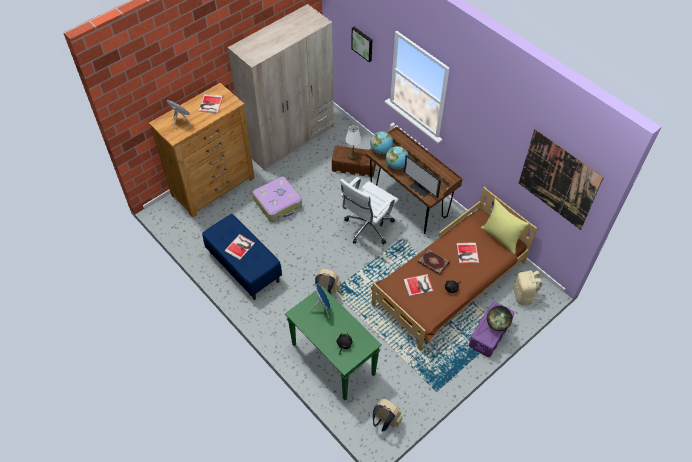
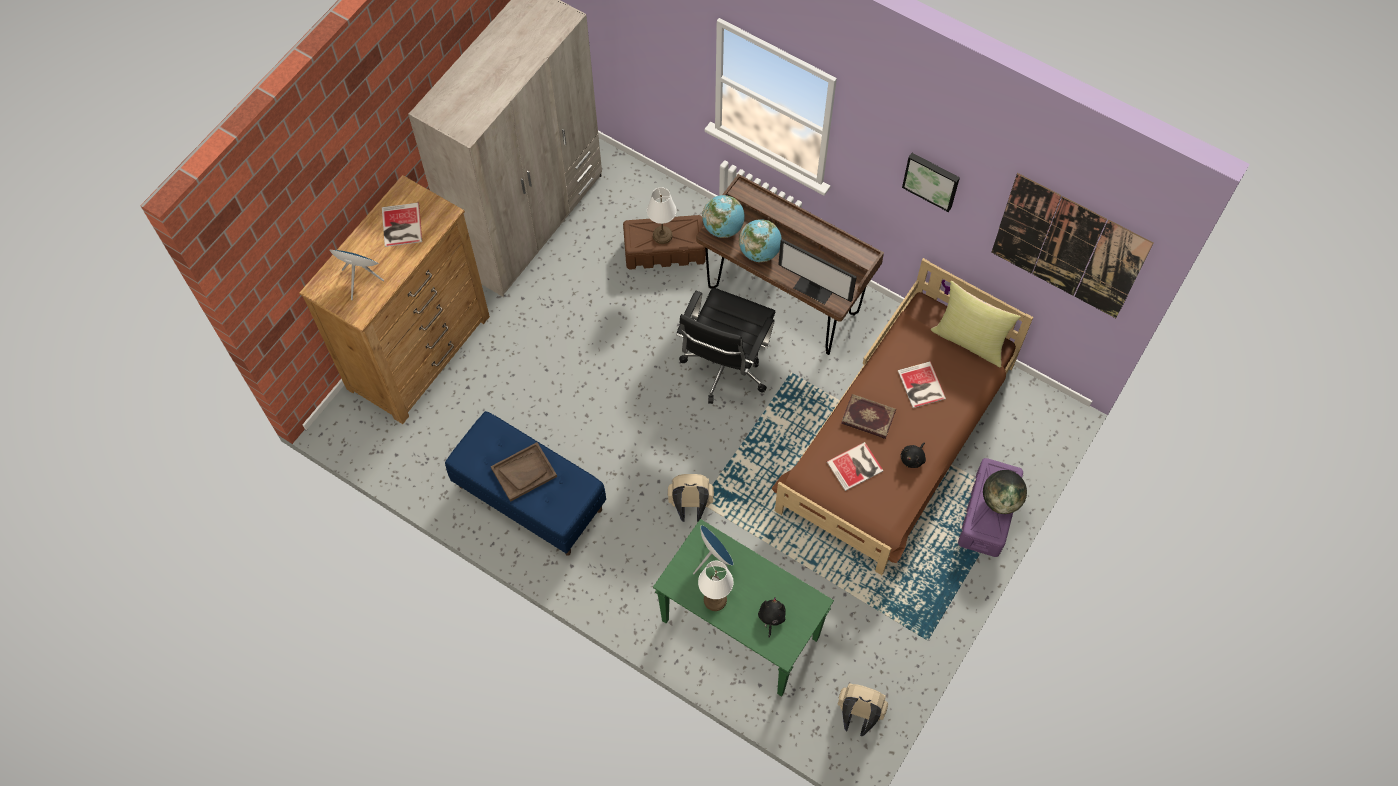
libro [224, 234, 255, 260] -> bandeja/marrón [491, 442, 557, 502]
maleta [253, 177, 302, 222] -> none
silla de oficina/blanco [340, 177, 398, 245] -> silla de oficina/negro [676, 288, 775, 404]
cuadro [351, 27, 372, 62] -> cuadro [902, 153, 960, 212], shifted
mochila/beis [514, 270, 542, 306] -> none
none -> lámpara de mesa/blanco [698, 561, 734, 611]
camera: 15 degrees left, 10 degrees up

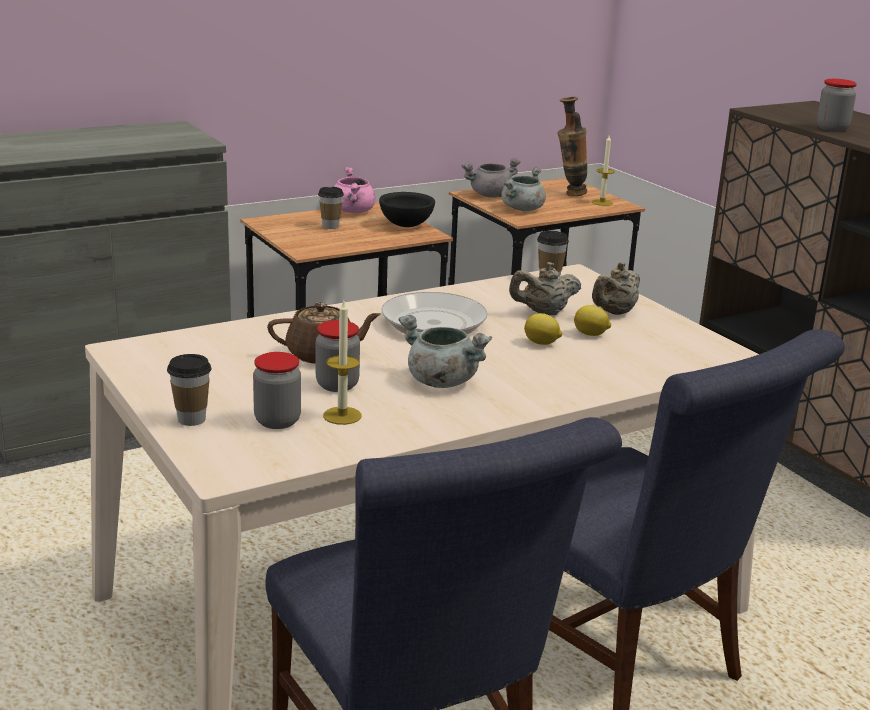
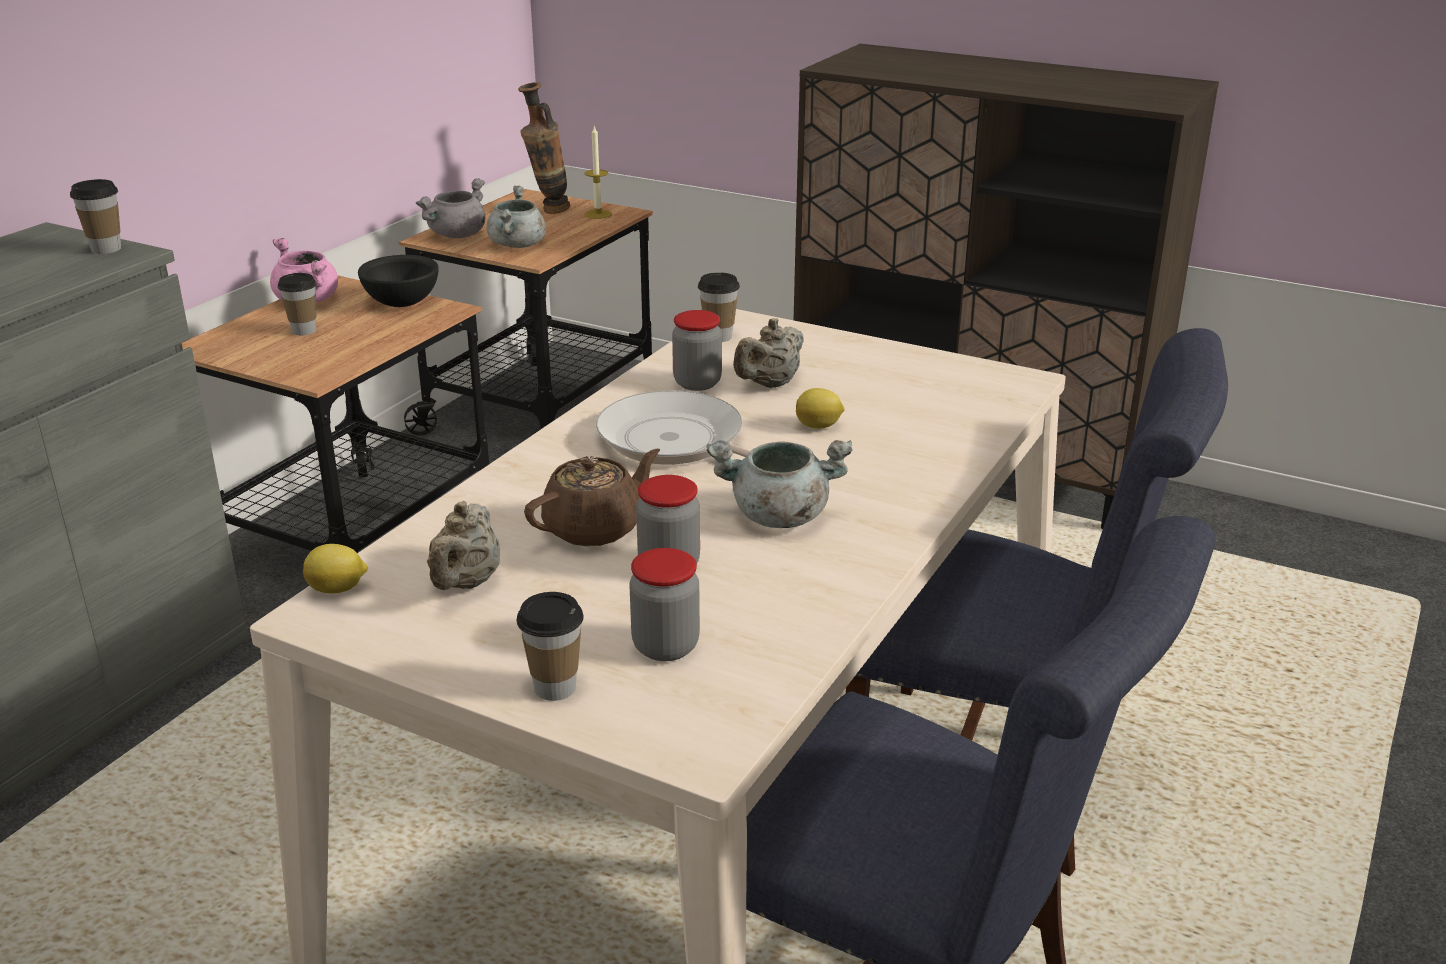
vela [323, 301, 362, 425] -> none
limón [574, 305, 611, 336] -> limón [303, 544, 368, 594], shifted
tetera/beis [592, 262, 640, 315] -> tetera/beis [427, 501, 500, 590], shifted
tarro [817, 79, 857, 131] -> tarro [672, 310, 722, 391], shifted
none -> taza [70, 179, 121, 254]
camera: 30 degrees left, 5 degrees up

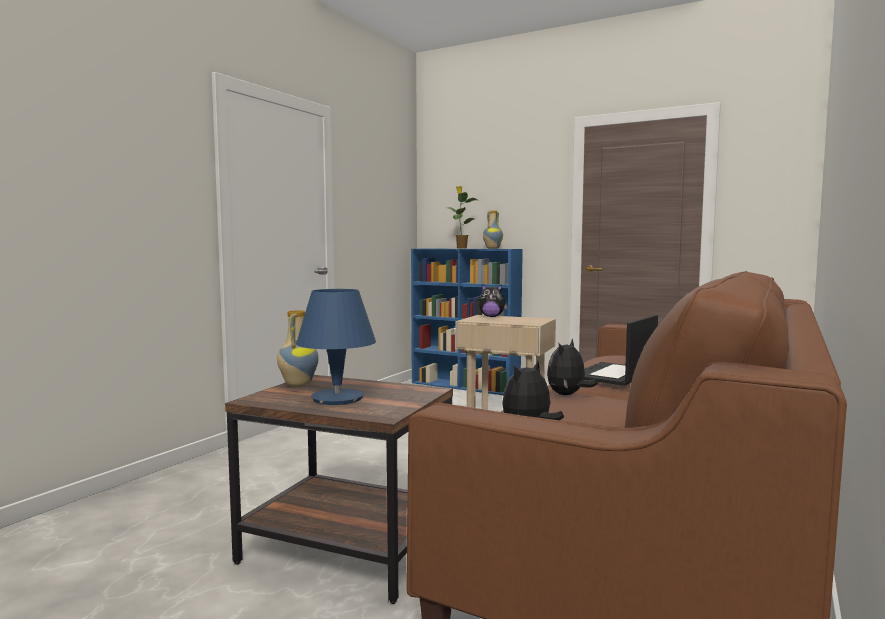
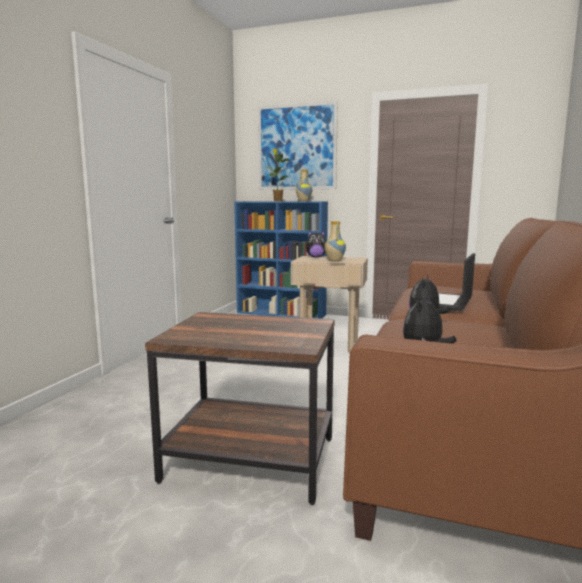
florero [277, 310, 319, 386] -> florero [324, 221, 346, 262], shifted
lámpara de mesa/azul [296, 289, 376, 405] -> none
none -> cuadro [258, 101, 338, 190]
camera: 10 degrees left, 5 degrees up

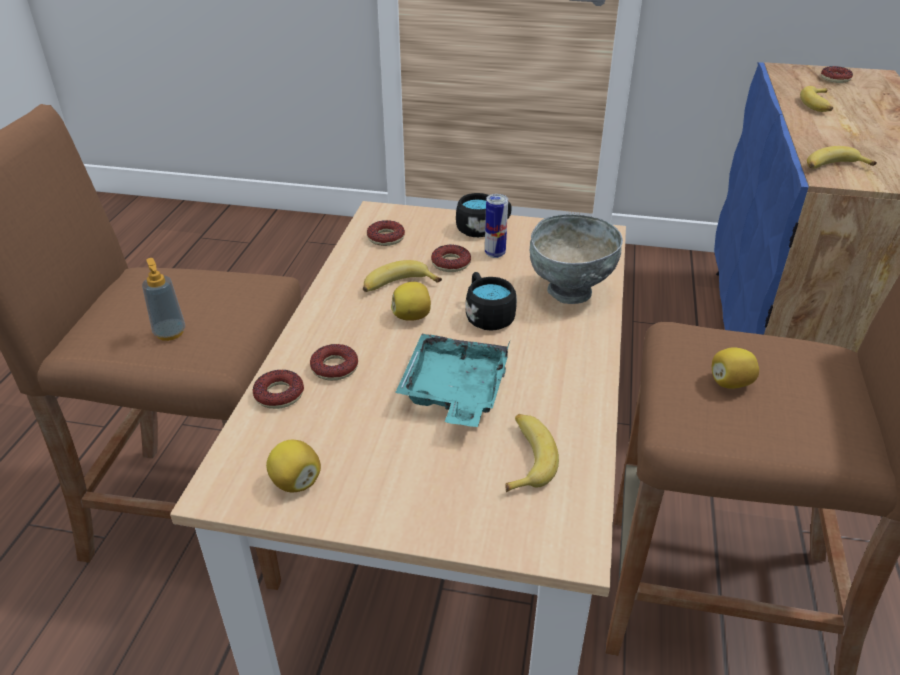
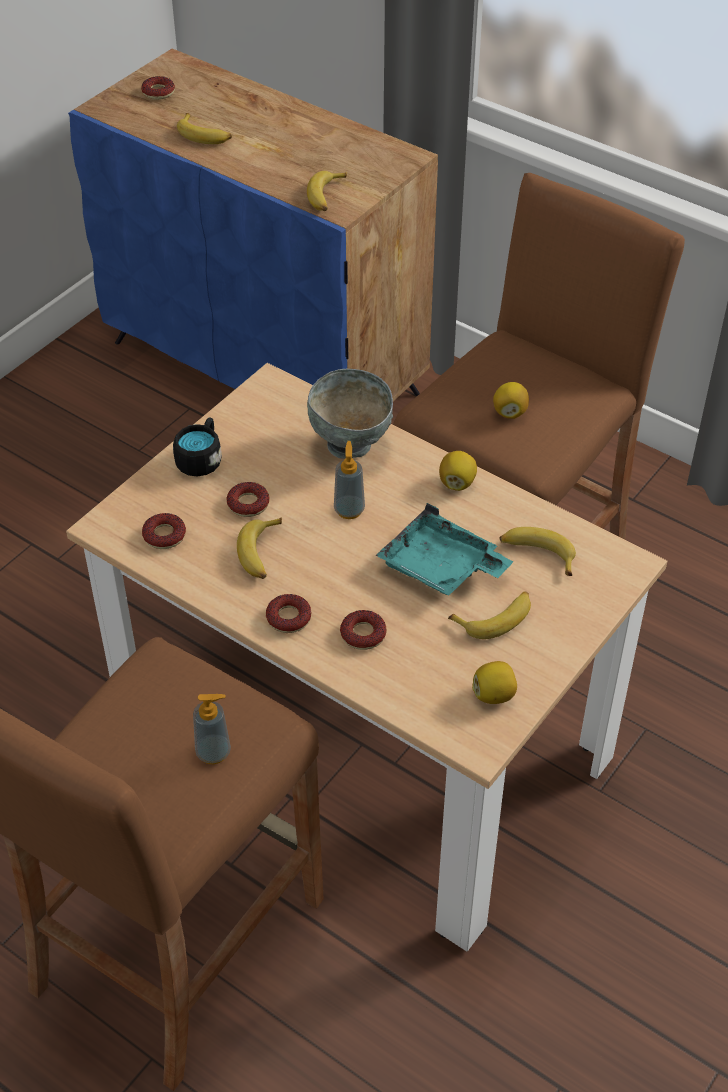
rosquilla [253, 370, 304, 409] -> rosquilla [266, 594, 311, 633], shifted
limón [391, 282, 431, 321] -> limón [439, 451, 477, 491], shifted
taza grande/negro [465, 272, 517, 331] -> dispensador de jabón [334, 441, 365, 519]
lata [485, 194, 508, 258] -> none
none -> plátano [448, 592, 531, 639]
camera: 65 degrees left, 10 degrees up

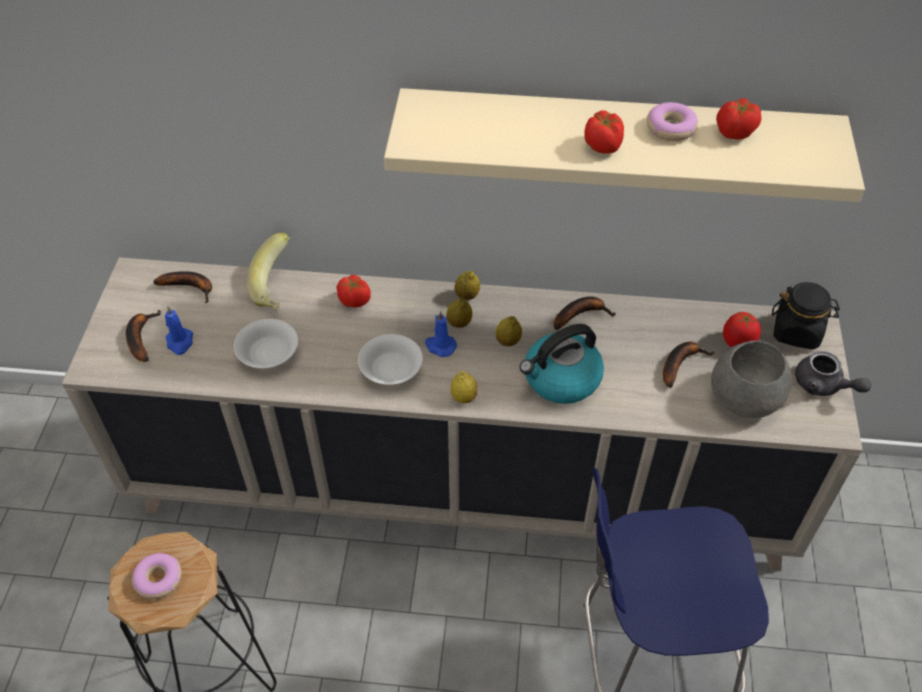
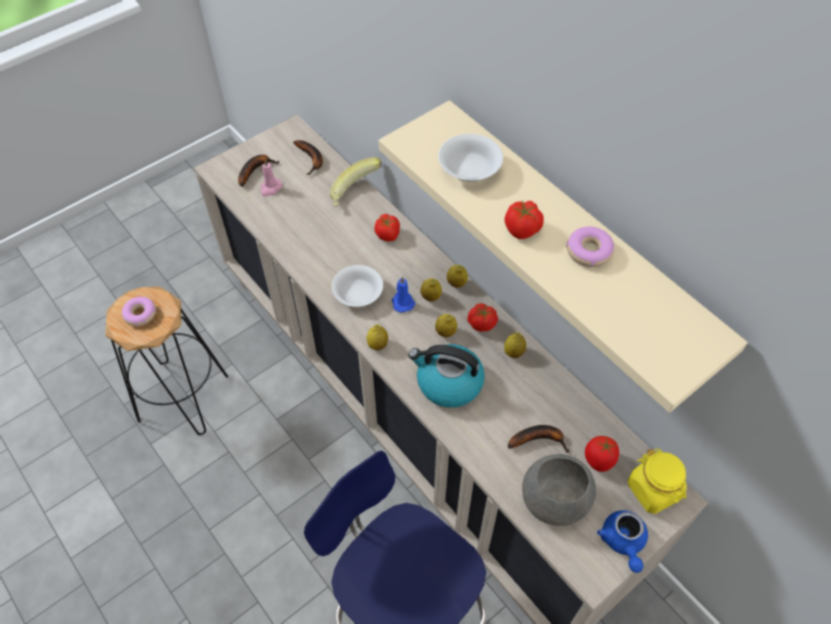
vela/azul [165, 306, 193, 355] -> vela/rosa [260, 159, 283, 196]
cuenco/blanco [234, 319, 298, 368] -> cuenco/blanco [438, 134, 503, 182], shifted
plátano [554, 296, 616, 330] -> limón [504, 332, 526, 358]
tomate [716, 98, 761, 140] -> tomate [468, 303, 498, 332], shifted
tarro/negro [772, 282, 840, 350] -> tarro/amarillo [628, 448, 687, 514]
tetera/gris [795, 351, 871, 396] -> tetera/azul [597, 510, 648, 573]
camera: 45 degrees right, 5 degrees up

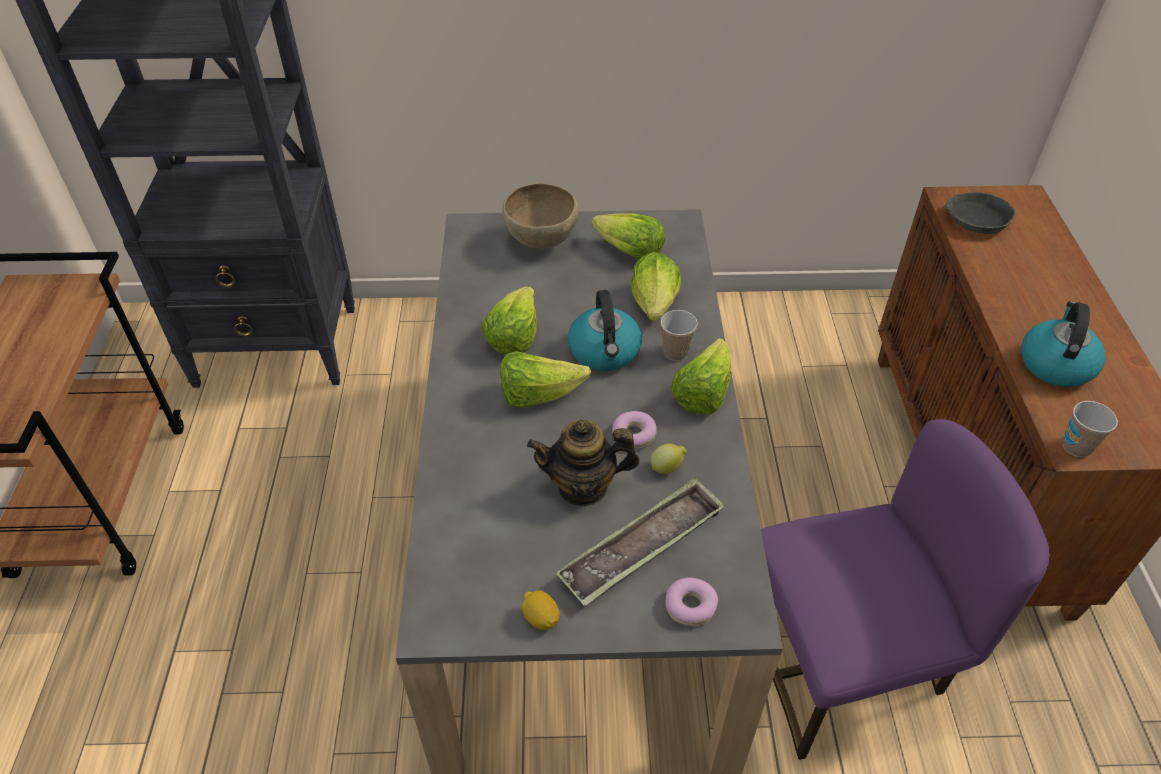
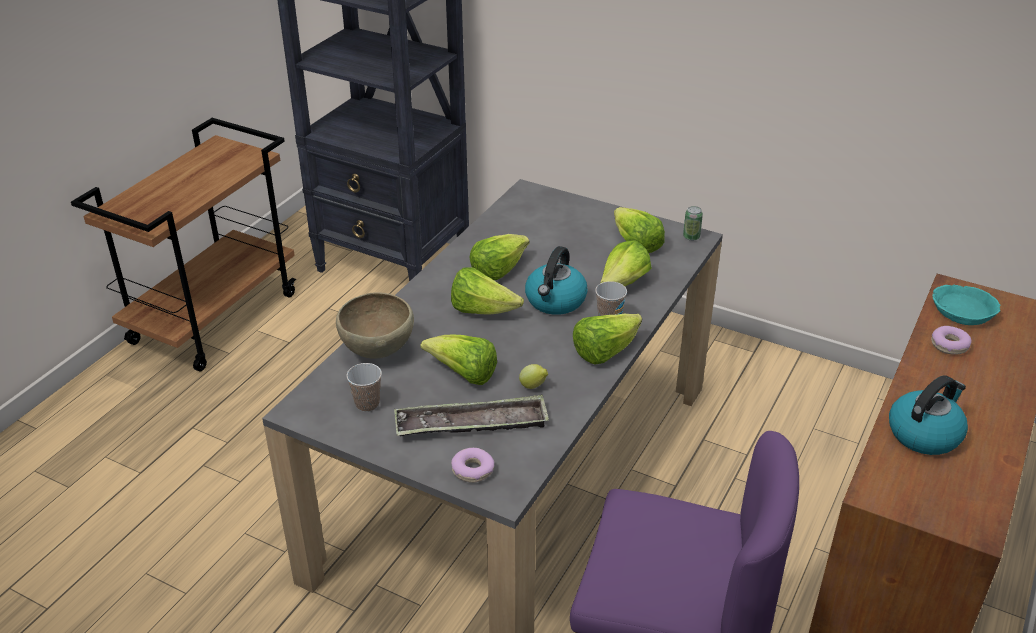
cuenco/marrón [502, 183, 579, 249] -> cuenco/marrón [336, 292, 414, 359], shifted
limón [522, 590, 560, 630] -> none
tetera [527, 420, 640, 507] -> lechuga [420, 335, 497, 385]
rosquilla [612, 411, 657, 449] -> rosquilla [931, 326, 972, 355], shifted
cuenco/gris [946, 192, 1016, 234] -> cuenco/turquesa [932, 285, 1001, 325]
taza [1063, 401, 1118, 457] -> taza [347, 363, 382, 412], shifted
none -> lata [683, 206, 703, 241]
camera: 30 degrees right, 10 degrees down

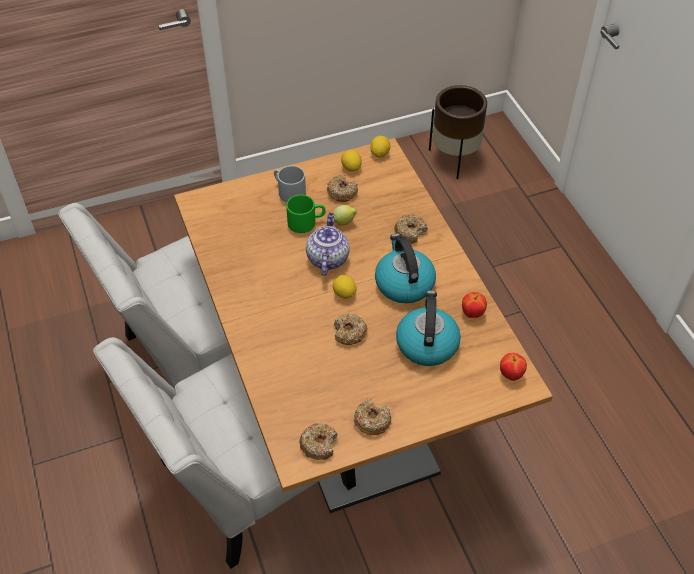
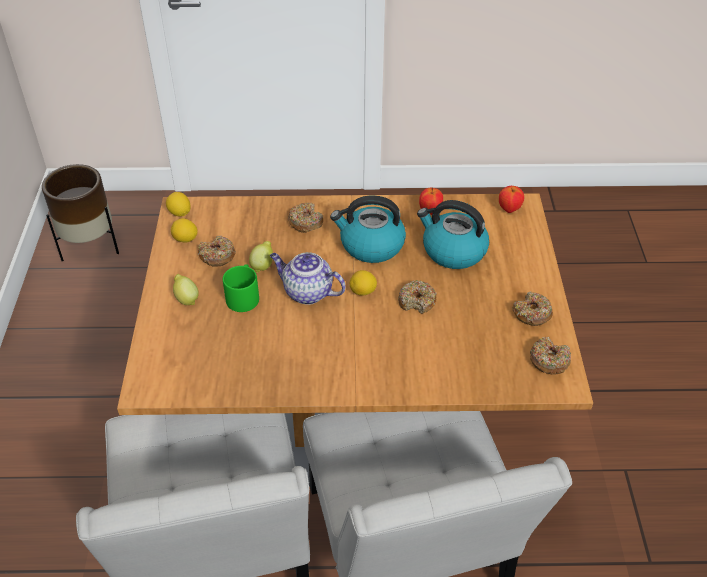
taza grande/gris [274, 166, 306, 202] -> limón [173, 274, 199, 305]
camera: 70 degrees left, 5 degrees down

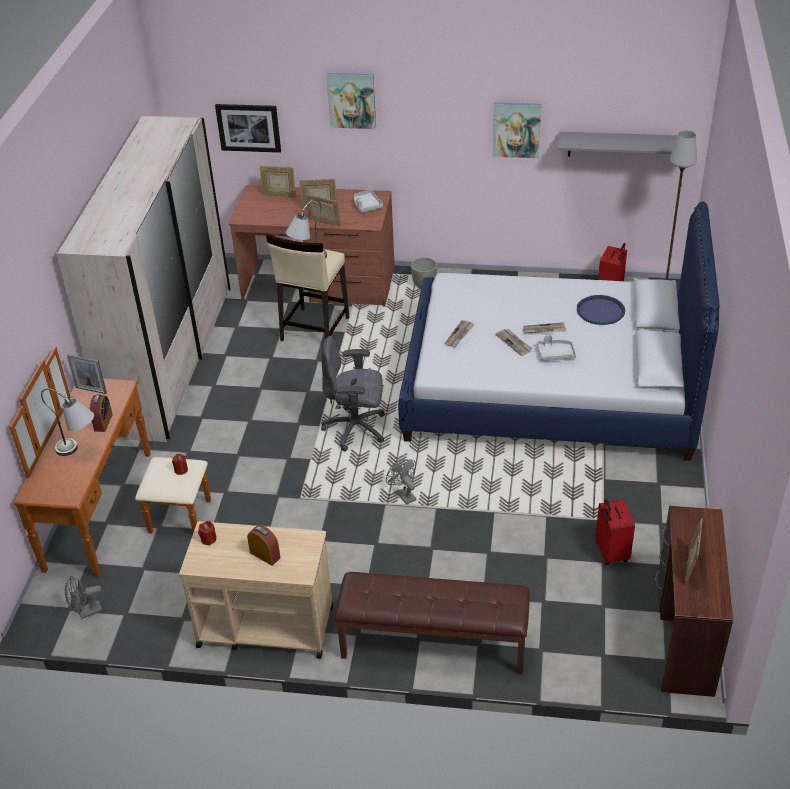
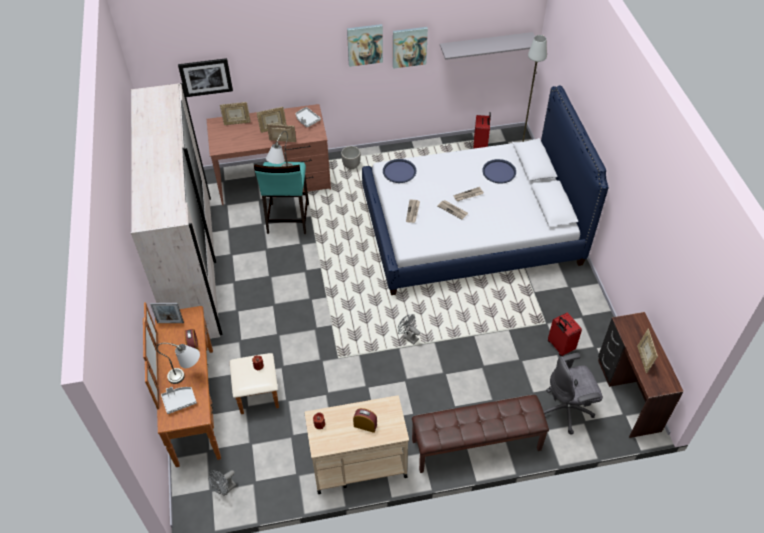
taburete/beis [266, 234, 349, 341] -> taburete/turquesa [254, 162, 309, 234]
silla de oficina/gris [321, 336, 385, 451] -> silla de oficina/gris [543, 353, 603, 434], shifted
cuadro [326, 73, 376, 129] -> cuadro [347, 24, 383, 67], shifted
bandeja/gris [537, 335, 576, 361] -> bandeja/gris [161, 387, 197, 414], shifted
none -> bandeja/azul [383, 159, 417, 183]
camera: 20 degrees left, 10 degrees up

